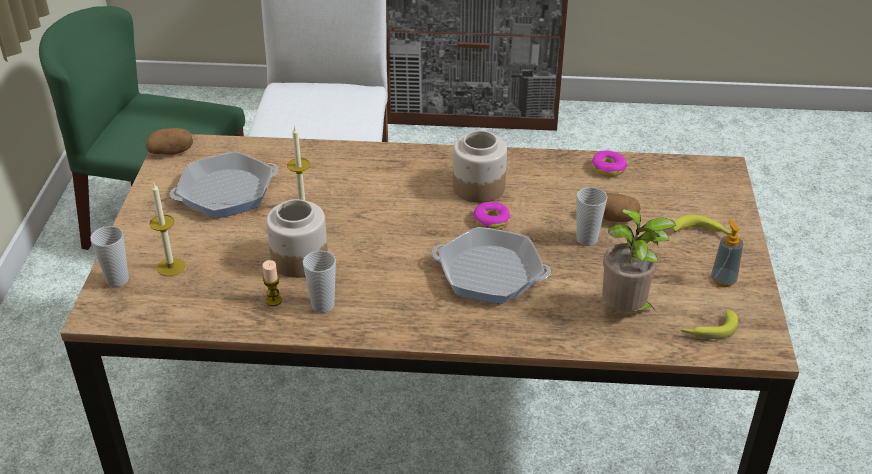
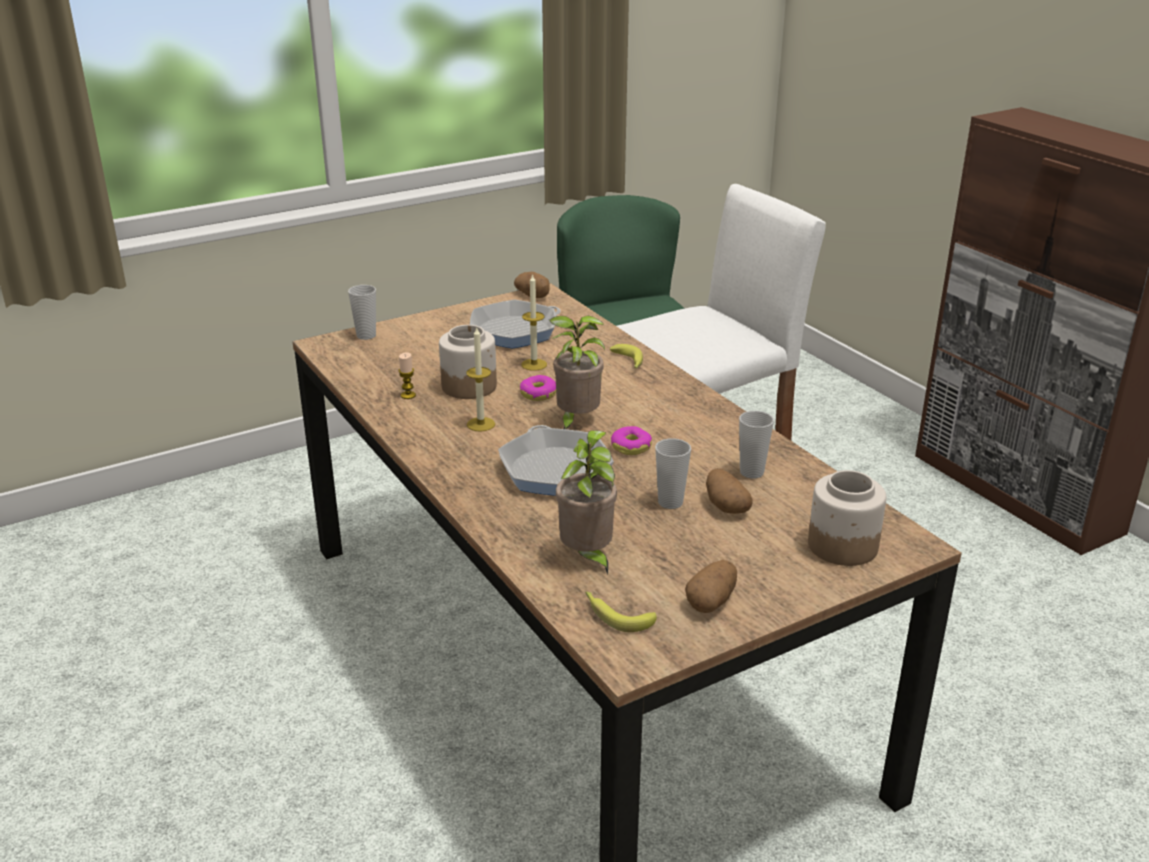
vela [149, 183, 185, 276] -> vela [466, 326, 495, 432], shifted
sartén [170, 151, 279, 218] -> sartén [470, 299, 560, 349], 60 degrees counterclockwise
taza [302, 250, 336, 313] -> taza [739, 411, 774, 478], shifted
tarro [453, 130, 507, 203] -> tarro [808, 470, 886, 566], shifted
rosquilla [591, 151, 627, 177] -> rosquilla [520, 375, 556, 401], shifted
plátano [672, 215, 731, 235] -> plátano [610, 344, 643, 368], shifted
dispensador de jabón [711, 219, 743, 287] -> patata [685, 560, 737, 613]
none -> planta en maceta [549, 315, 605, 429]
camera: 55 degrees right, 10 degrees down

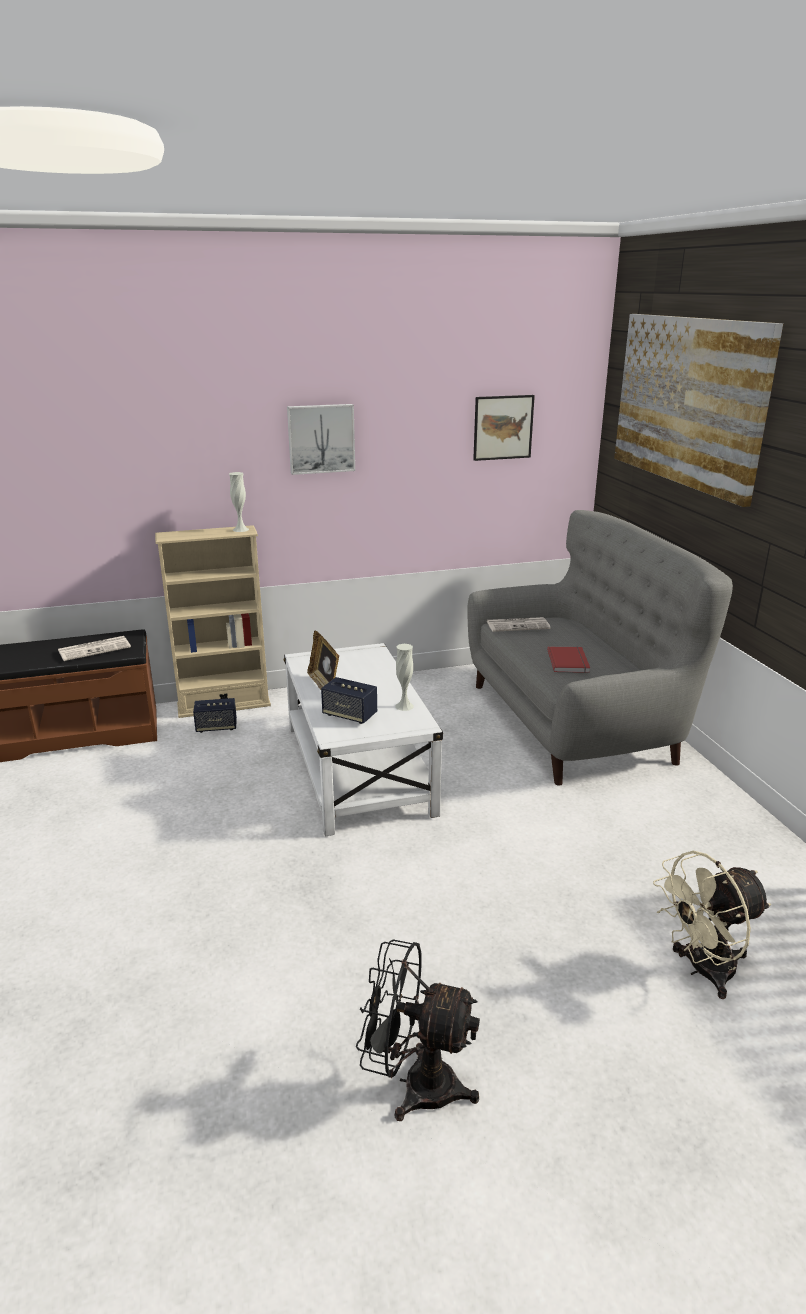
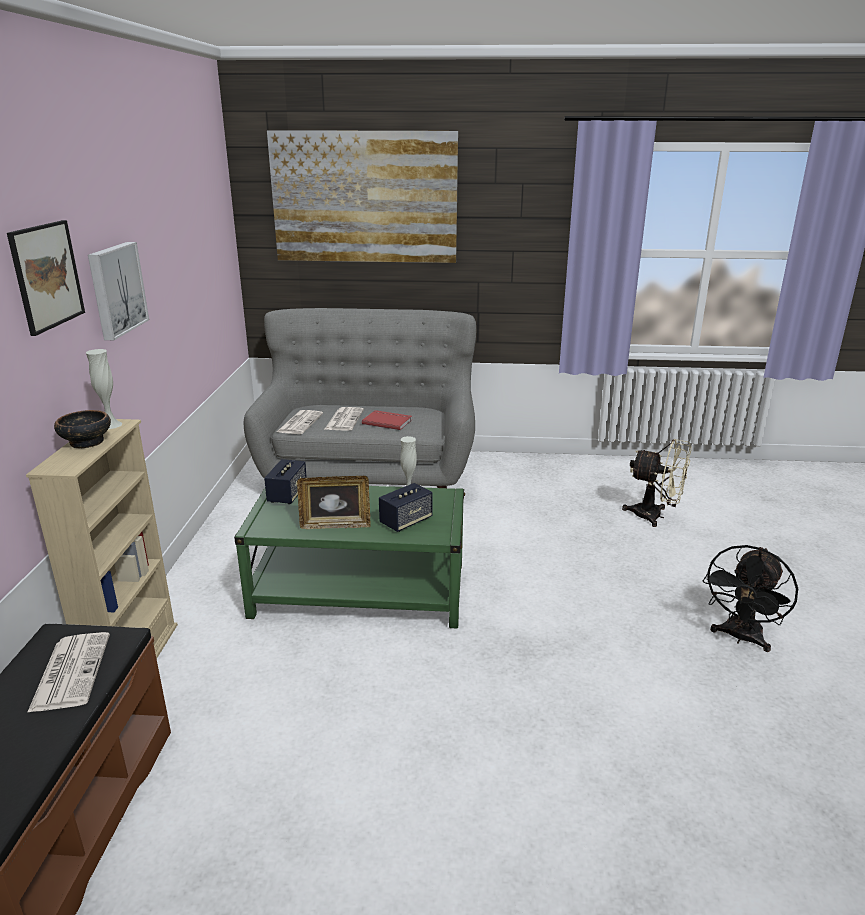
altavoz [193, 698, 237, 733] -> altavoz [264, 459, 307, 504], shifted
mesa de centro/blanco [284, 643, 443, 836] -> mesa de centro/verde [234, 486, 465, 628]
cuadro [473, 395, 535, 461] -> cuadro [7, 220, 85, 336], shifted
ventilador/beis [653, 851, 771, 999] -> ventilador/beis [622, 439, 692, 527], 60 degrees counterclockwise
none -> cuenco [54, 410, 111, 448]
none -> periódico [325, 407, 364, 431]
camera: 70 degrees left, 0 degrees up

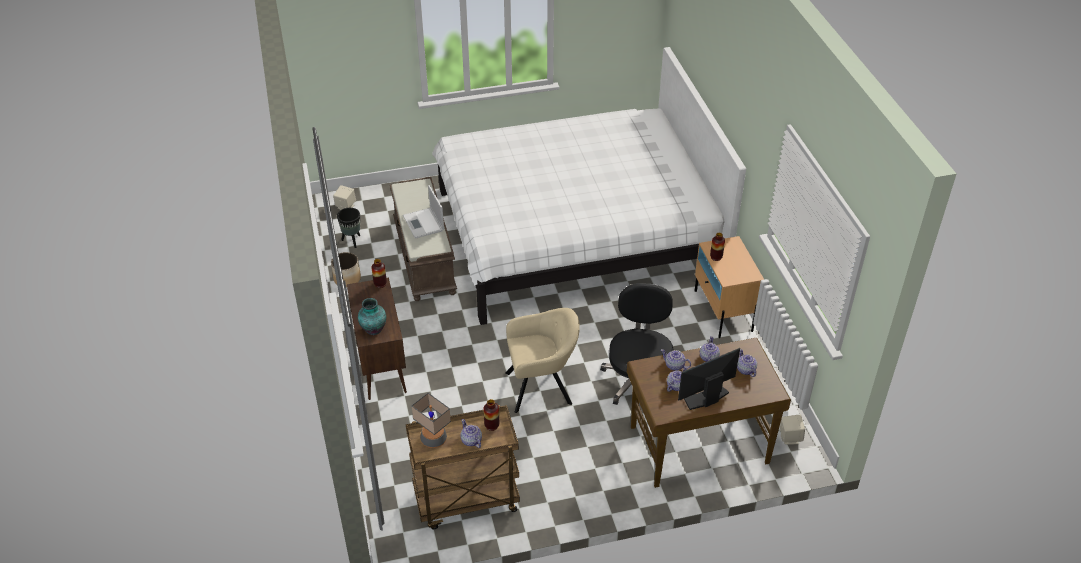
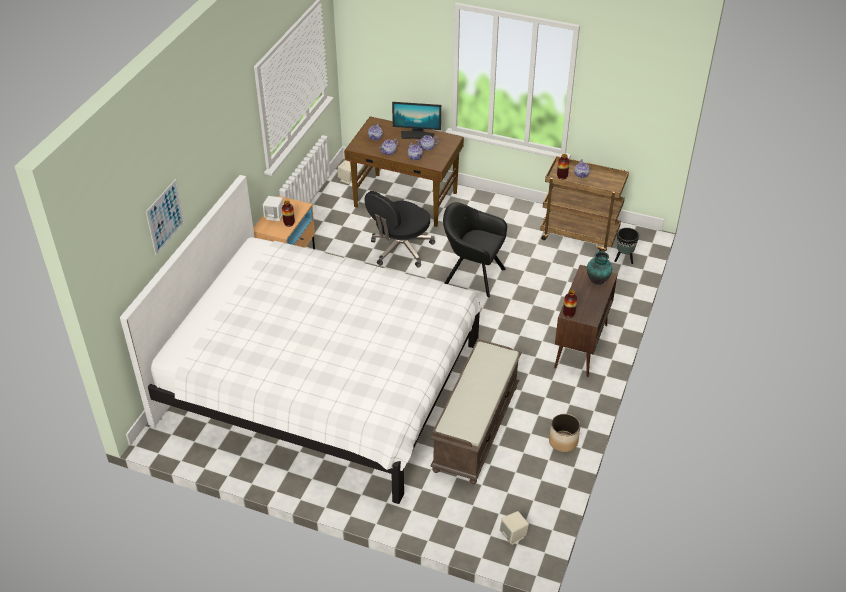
maceta/negro [337, 208, 360, 248] -> maceta/negro [614, 228, 639, 264], shifted
portátil [403, 185, 444, 239] -> none
lámpara de mesa [411, 393, 451, 448] -> none
sillón/beis [505, 308, 580, 413] -> sillón/negro [443, 202, 507, 297]
none -> cuadro [146, 179, 185, 256]
none -> altavoz/blanco [263, 196, 283, 221]
camera: 145 degrees left, 0 degrees up

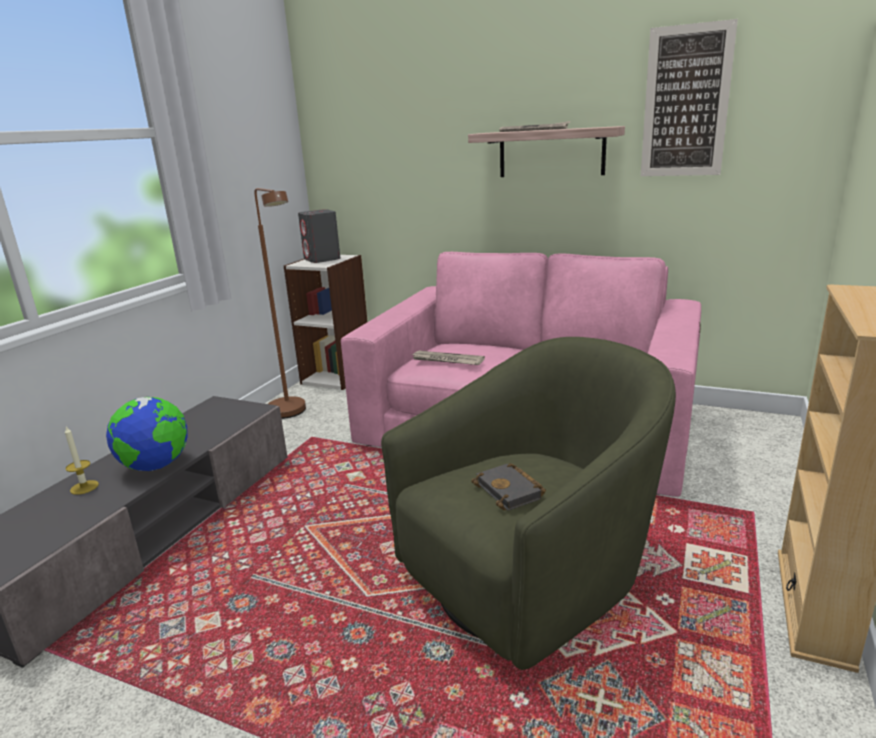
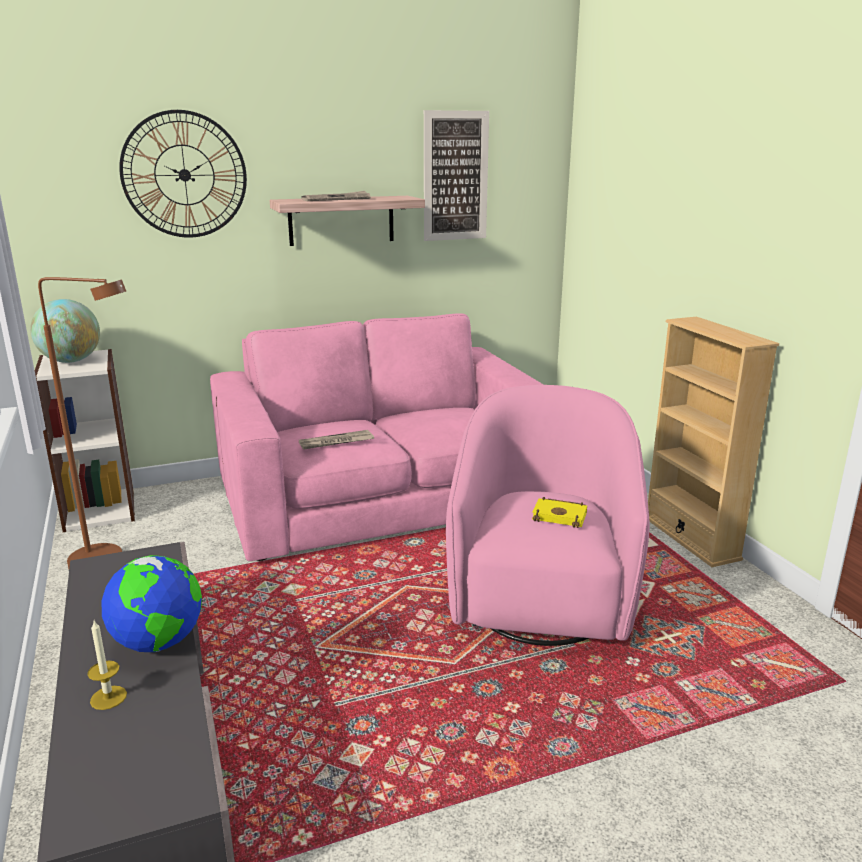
altavoz/gris [298, 209, 340, 263] -> globo terráqueo [30, 299, 100, 363]
sillón/verde [381, 337, 676, 670] -> sillón/rosa [446, 385, 650, 646]
libro/negro [471, 463, 546, 511] -> libro/amarillo [532, 497, 587, 528]
none -> reloj de pared [119, 110, 247, 238]
camera: 45 degrees left, 0 degrees up

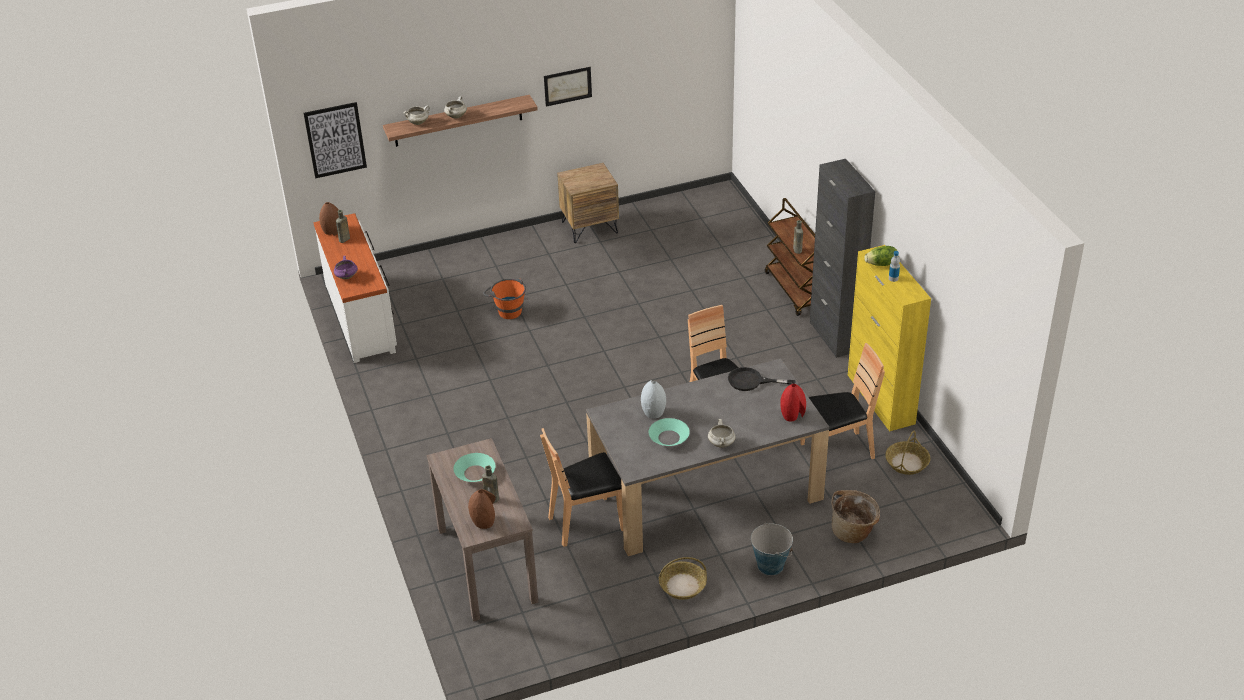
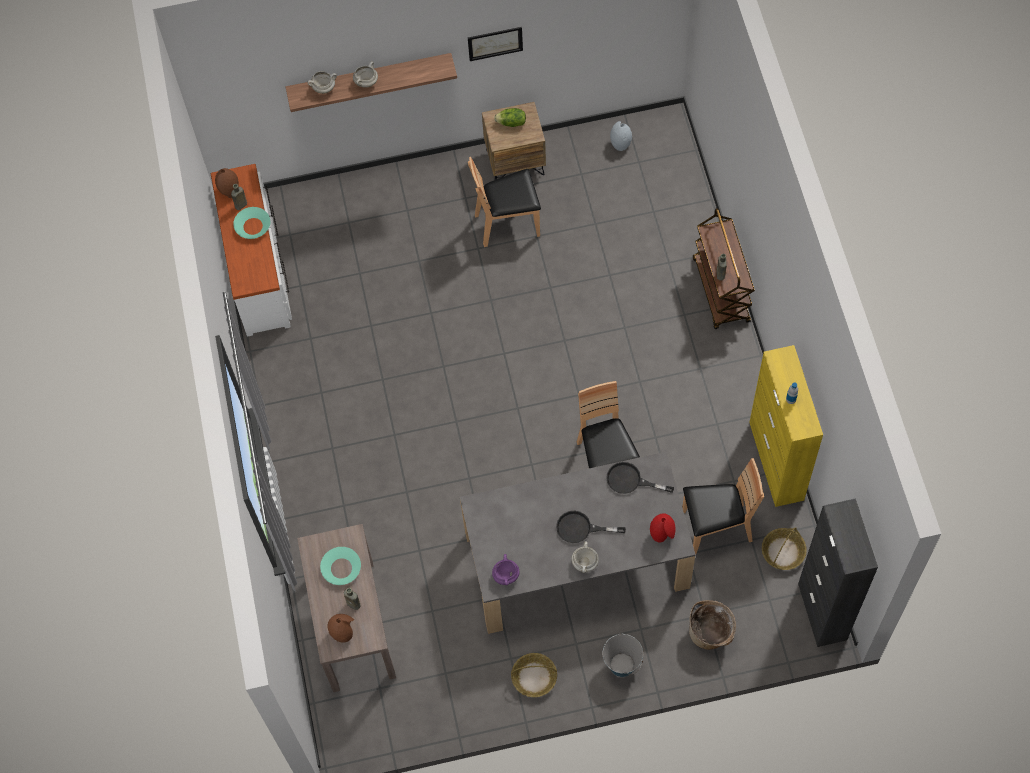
cuadro [304, 102, 367, 178] -> none
olla/morado [334, 256, 358, 279] -> olla/morado [492, 554, 520, 585], shifted
cubo/naranja [484, 278, 526, 319] -> none
silla/marrón [540, 428, 623, 547] -> silla/marrón [468, 157, 541, 247], shifted
florero/gris [641, 380, 666, 419] -> florero/gris [610, 121, 632, 151], shifted
cuenco/turquesa [648, 418, 690, 446] -> cuenco/turquesa [233, 207, 270, 239], shifted
armario/negro [810, 159, 875, 358] -> armario/negro [798, 498, 878, 647], shifted
lechuga [864, 246, 899, 266] -> lechuga [494, 108, 526, 127], shifted
none -> sartén/negro [556, 511, 626, 543]
camera: 10 degrees right, 25 degrees up

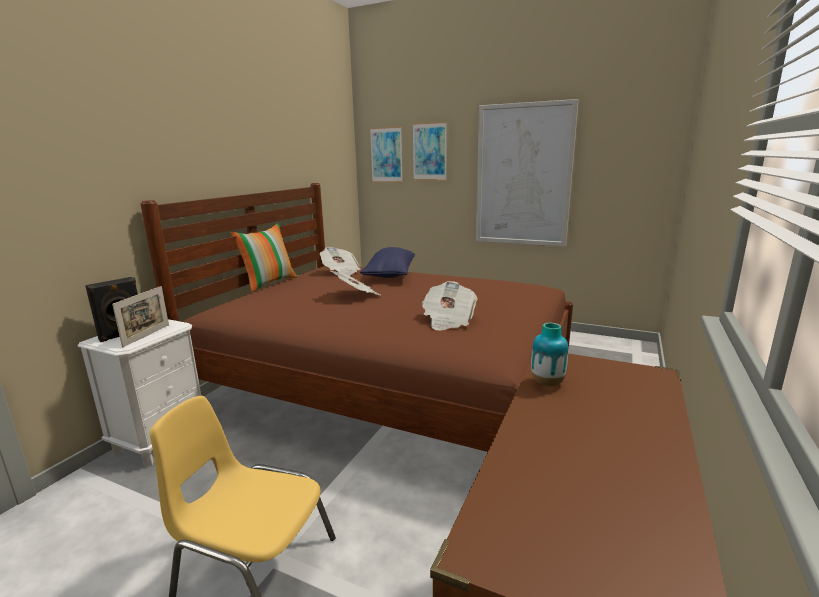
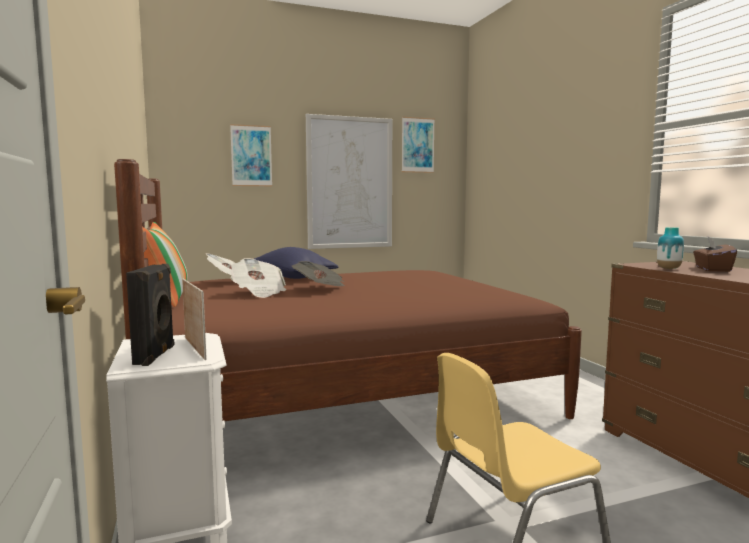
cuadro [370, 127, 403, 182] -> cuadro [402, 117, 435, 173], shifted
periódico [422, 281, 477, 330] -> periódico [230, 258, 286, 298], shifted
none -> caja de pañuelos/marrón [693, 237, 737, 272]
camera: 45 degrees left, 10 degrees down

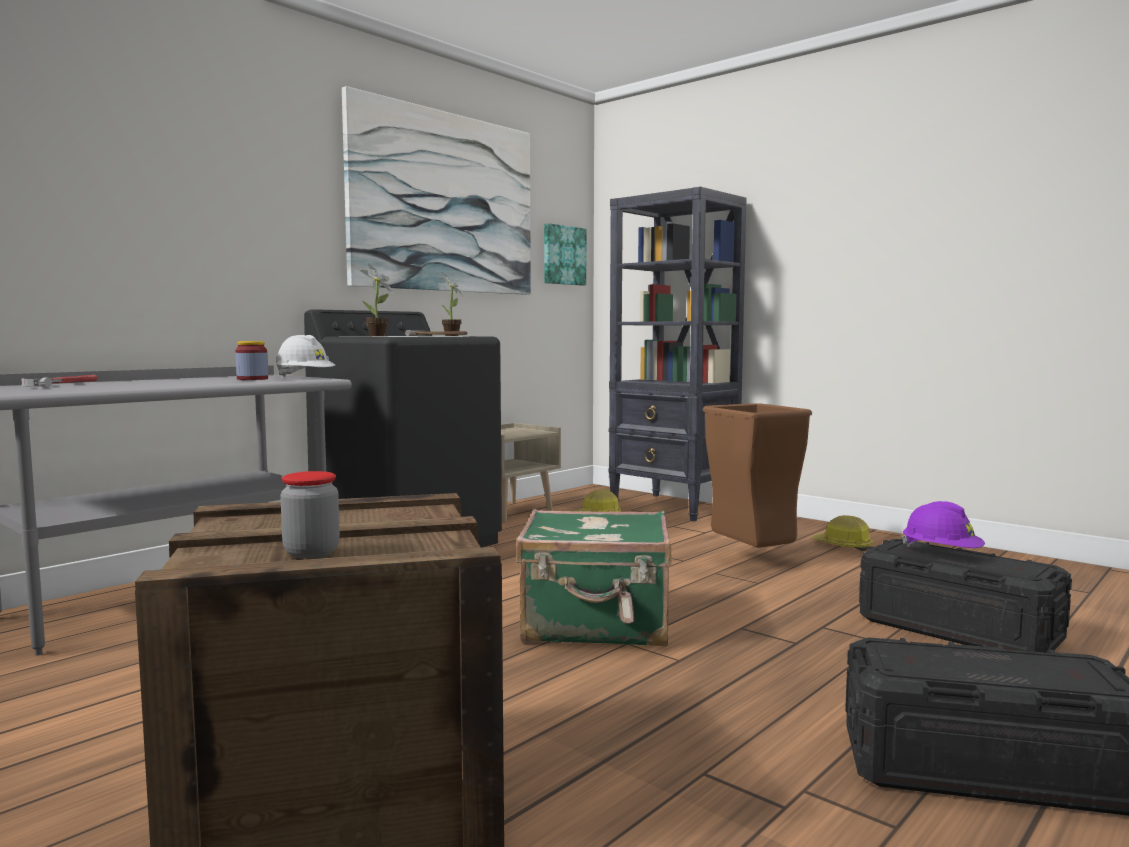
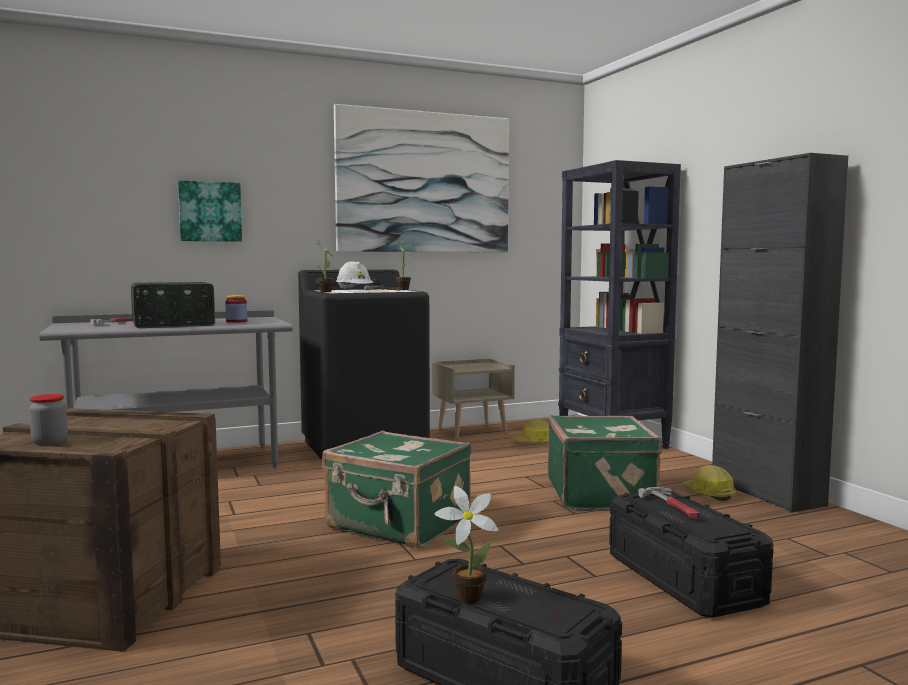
casco/blanco [275, 335, 335, 377] -> casco/blanco [336, 262, 373, 290], shifted
cuadro [544, 223, 586, 286] -> cuadro [178, 180, 242, 242], shifted
papelera/marrón [703, 403, 812, 548] -> maleta/verde [547, 415, 662, 511]
casco/morado [902, 501, 985, 548] -> martillo [638, 487, 700, 519]
none -> radio [131, 282, 215, 328]
none -> planta en maceta [434, 486, 499, 604]
none -> armario/negro [712, 153, 848, 513]
camera: 25 degrees right, 0 degrees up

